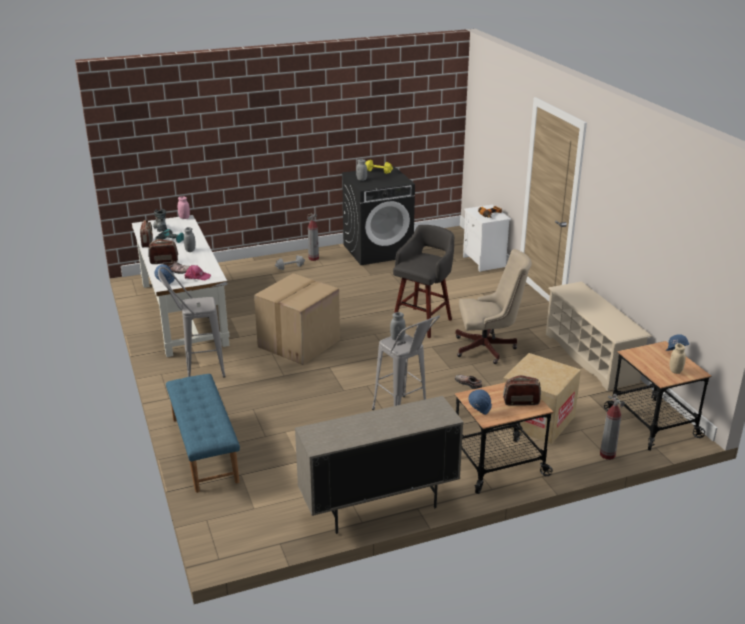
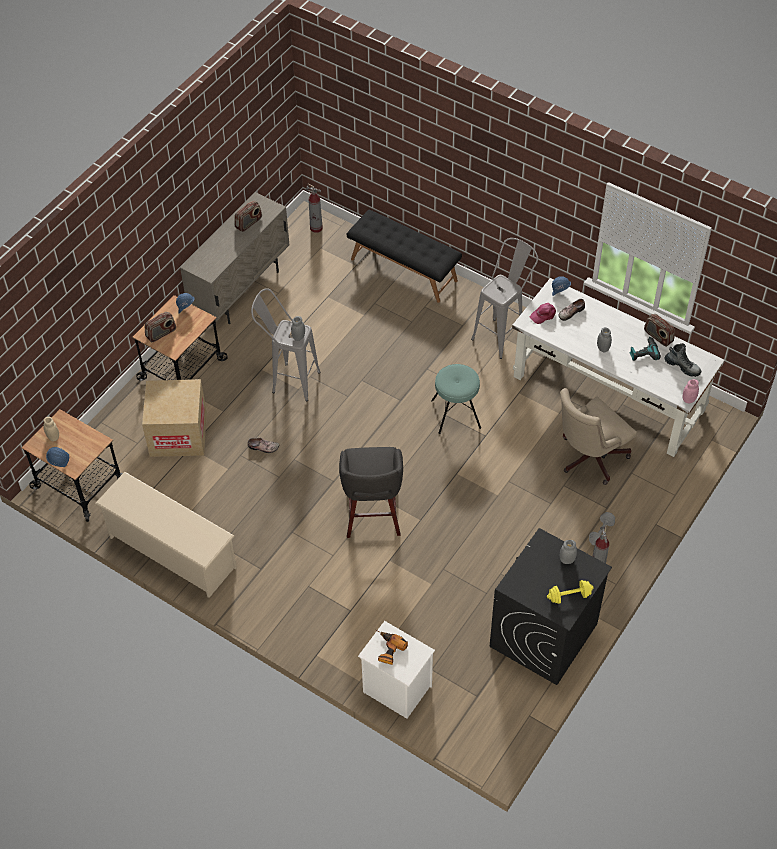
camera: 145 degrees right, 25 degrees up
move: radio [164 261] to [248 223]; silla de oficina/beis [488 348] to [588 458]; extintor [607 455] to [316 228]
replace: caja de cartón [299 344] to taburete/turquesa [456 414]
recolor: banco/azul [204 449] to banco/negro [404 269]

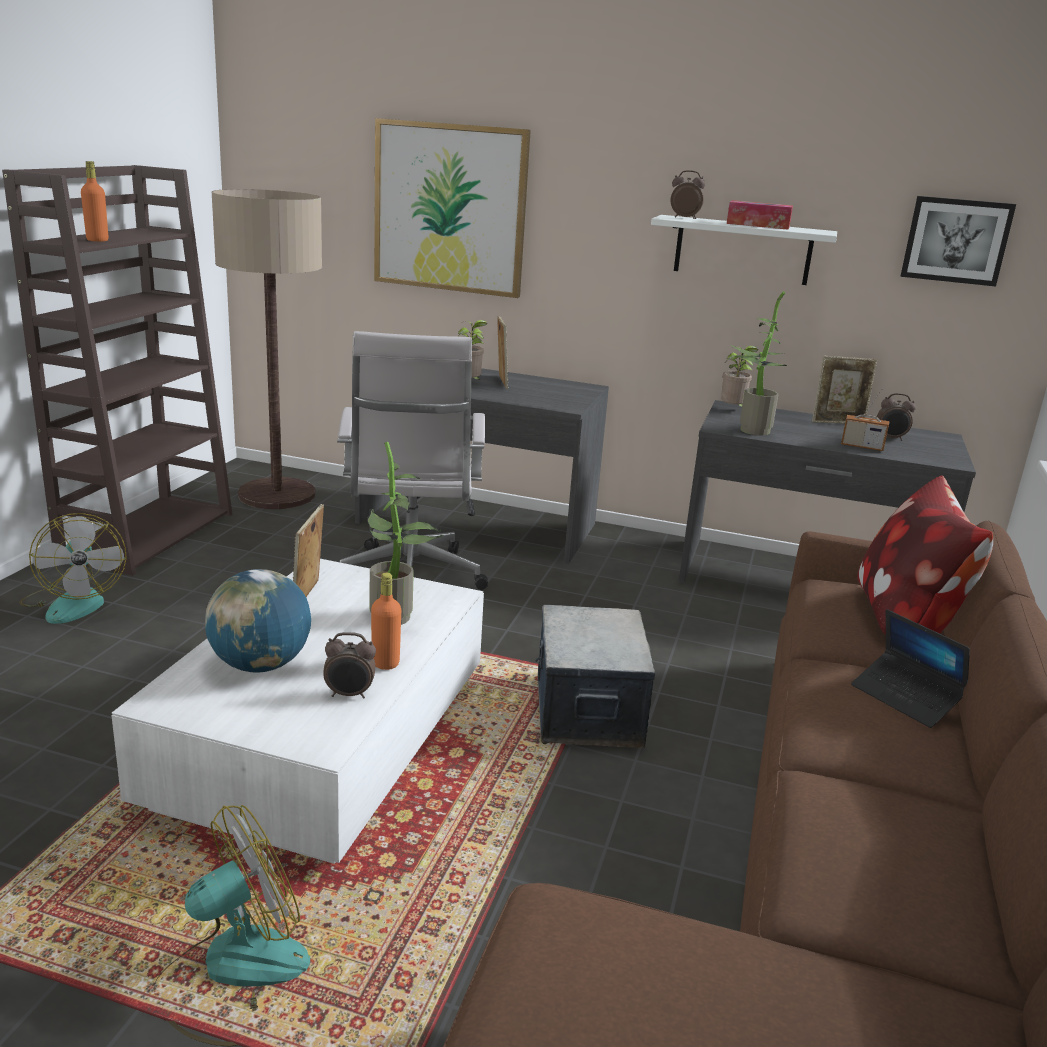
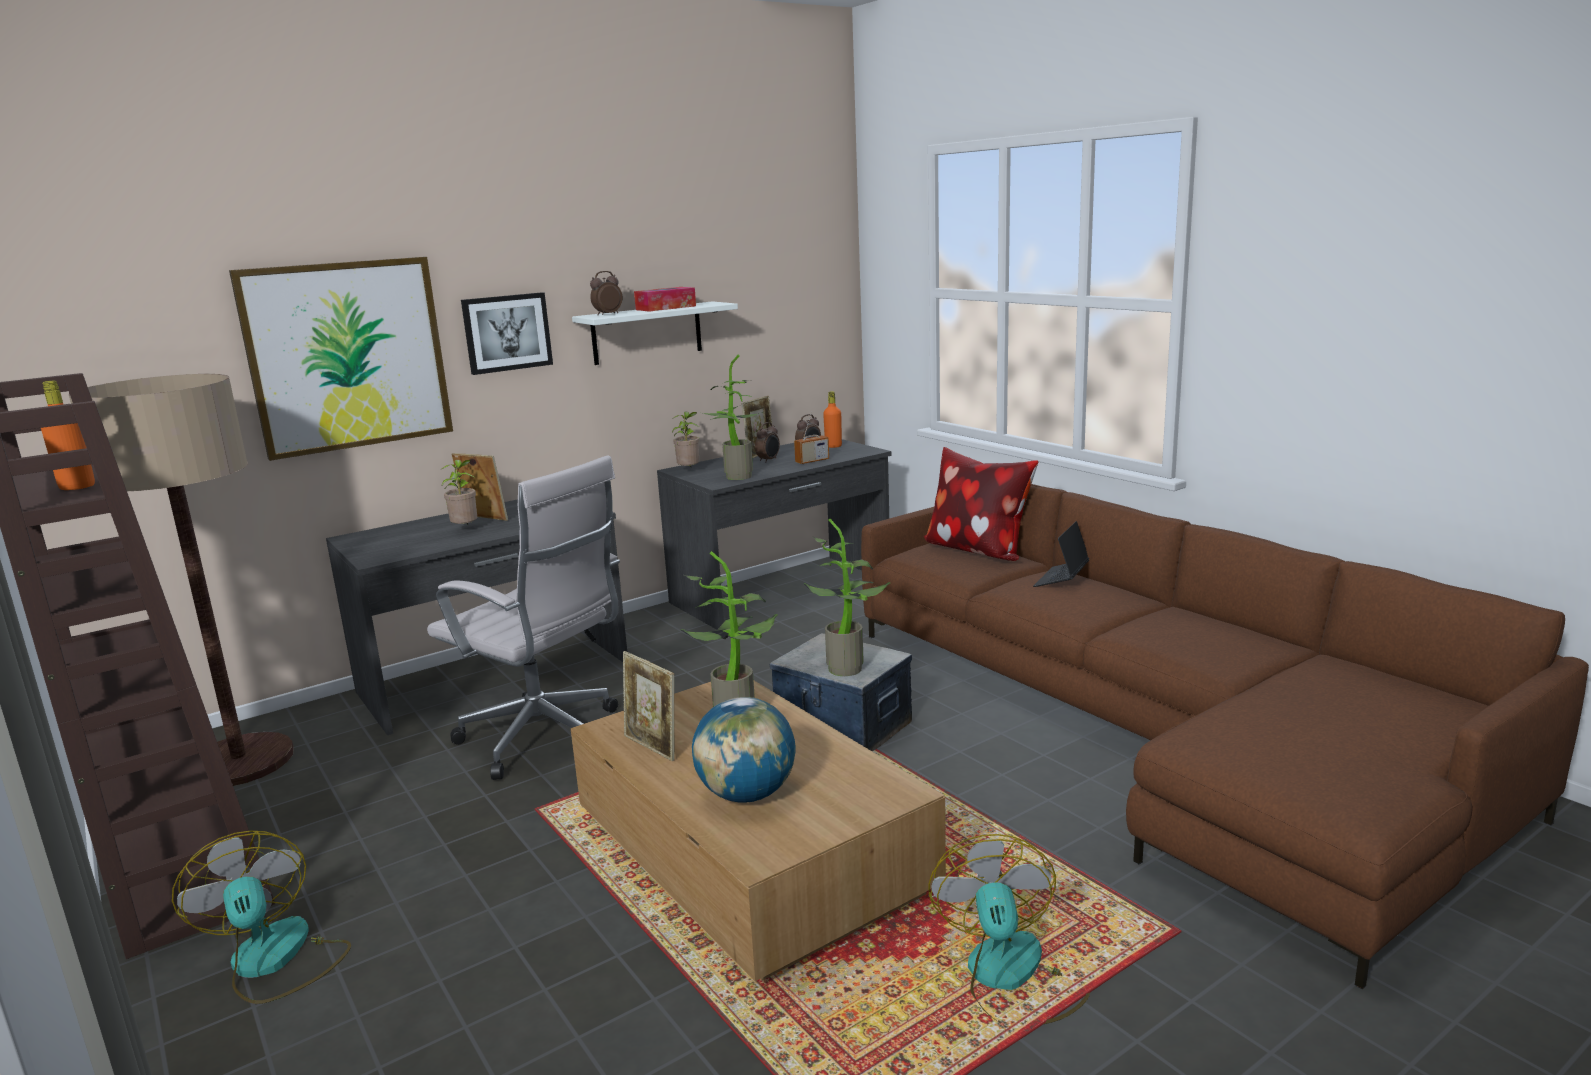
camera: 50 degrees left, 5 degrees down
insert: planta en maceta [849 667]
move: despertador [349 695] to [769 460]; botella/naranja [385 663] to [833 446]; cuadro [956 240] to [507 332]
recolor: mesa de centro/blanco [323 739] to mesa de centro/marrón [751 856]
rotate: ventilador [74 602] = [275 961] 135 degrees counterclockwise; portátil [906 697] = [1061 580] 120 degrees clockwise

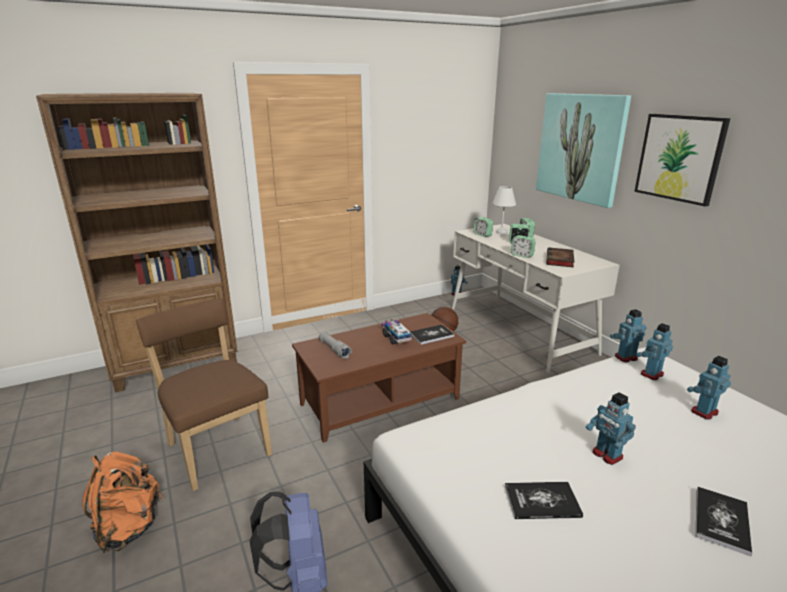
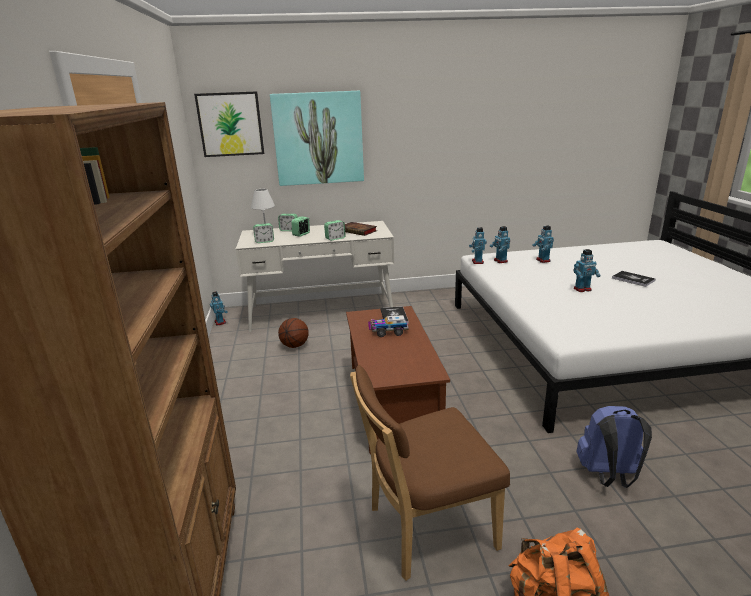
camera: 70 degrees left, 0 degrees up
delete: linterna/gris [334 349]; libro [542 501]
move: cuadro [679 158] to [230 124]

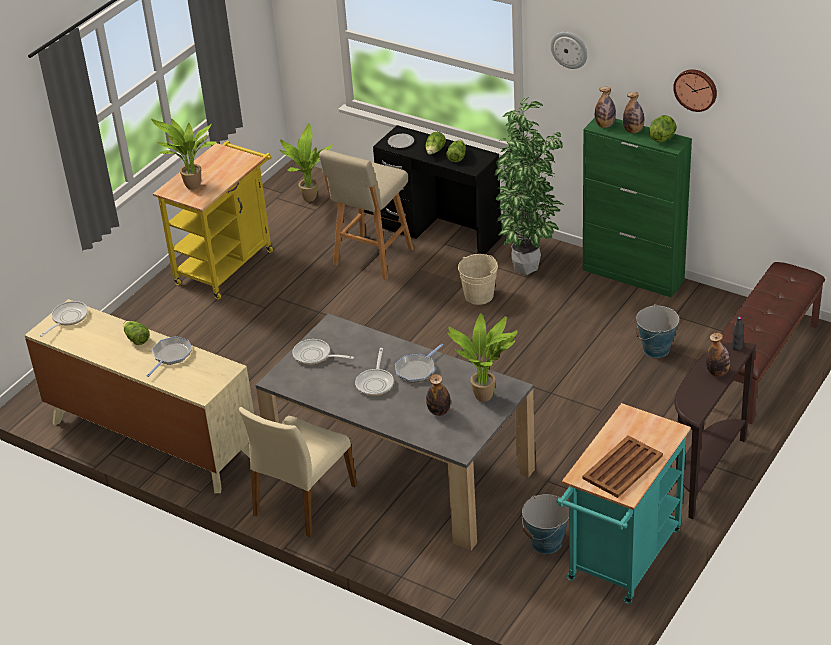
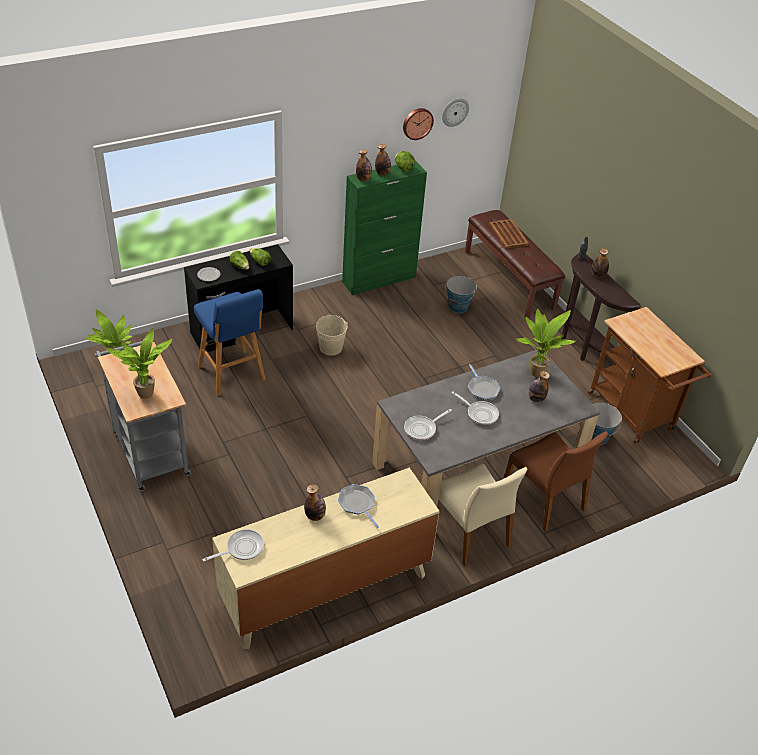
camera: 65 degrees left, 5 degrees up
delete: planta en maceta [528 269]
insert: silla/marrón [544 499]
move: reloj de pared [569 49] to [455 112]; bandeja/marrón [622 468] to [508 234]
replace: lechuga [136 339] to botella [315 516]
recolor: carrito/amarillo [228 263] to carrito/gris [149 449]; taburete/beis [372 258] to taburete/azul [232 374]; carrito/turquesa [621 561] to carrito/marrón [634 415]
rotate: sartén [68 318] = [241 548] 90 degrees clockwise

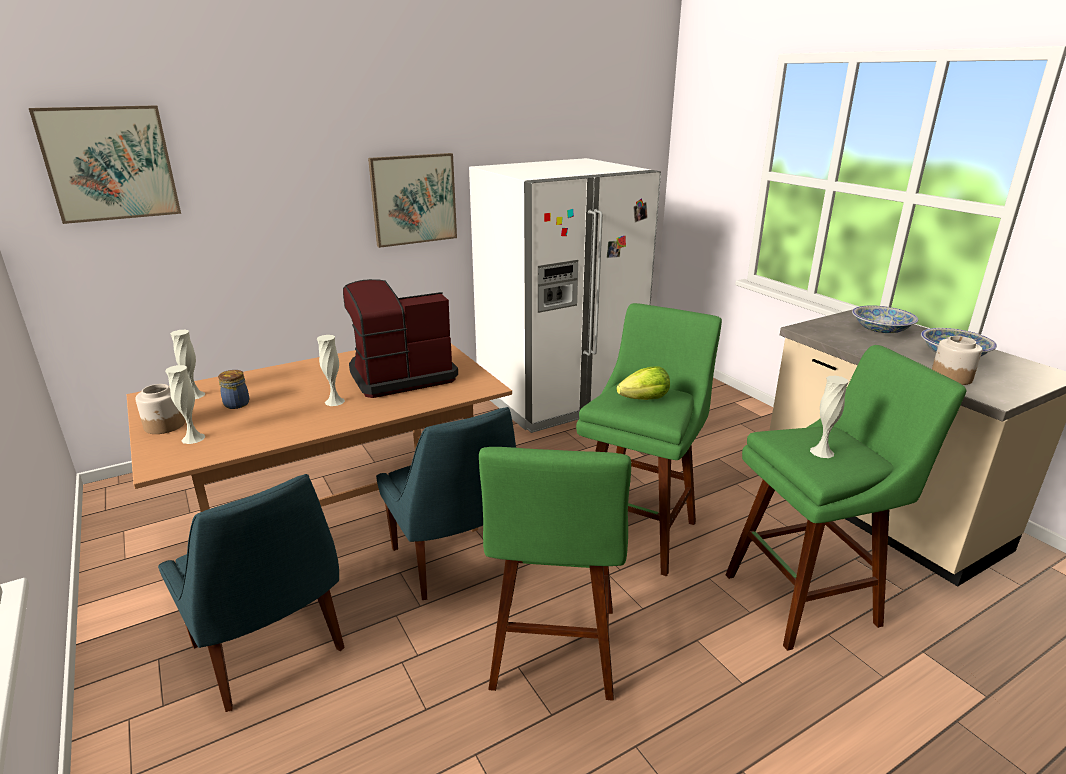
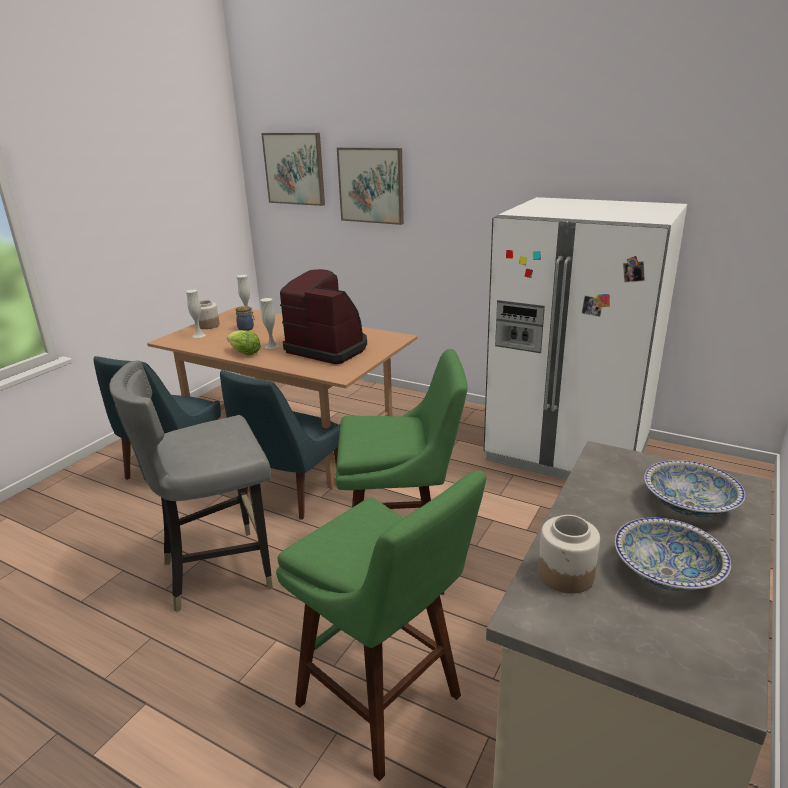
camera: 60 degrees right, 0 degrees up
delete: florero/blanco [822 452]
move: cuadro [413 199] to [371 185]; lechuga [644 399] to [245 353]
replace: taburete/verde [553 655] to silla/gris [220 570]

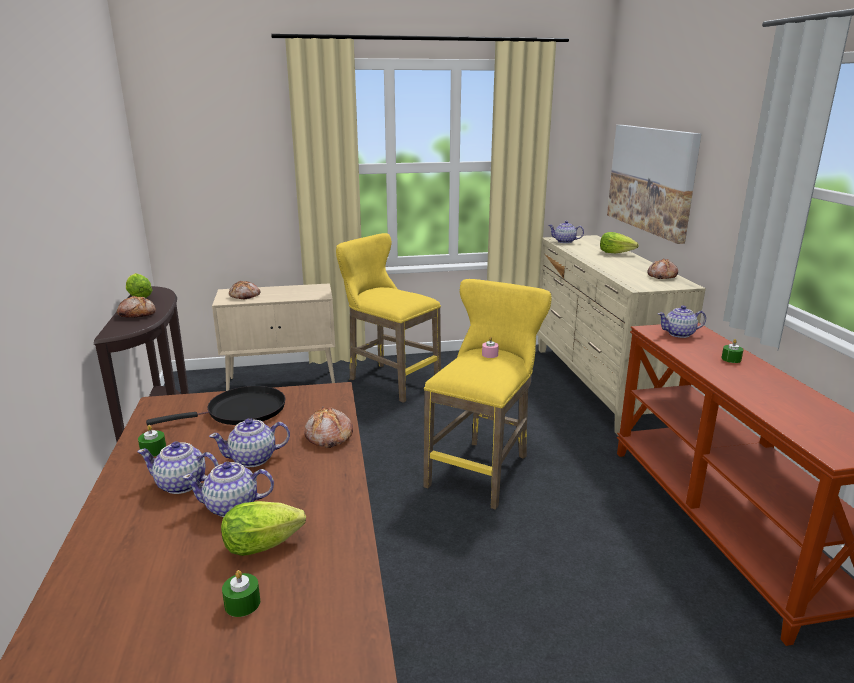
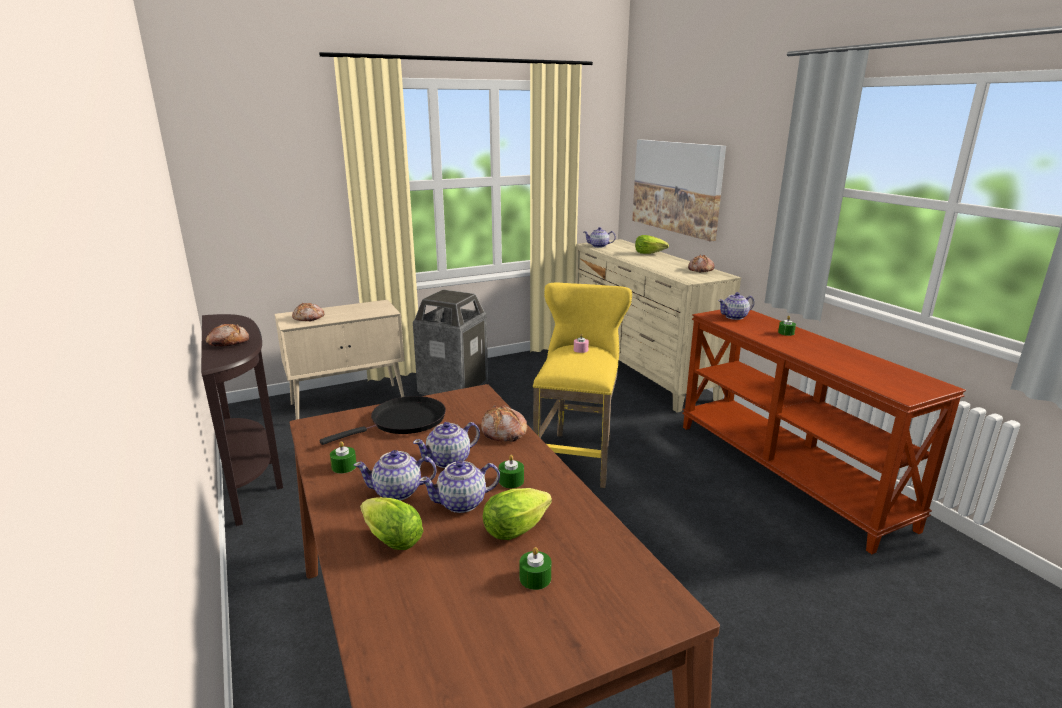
camera: 15 degrees left, 0 degrees up
insert: vela/verde [511 481]
move: lechuga [138 296] to [389 539]
replace: taburete/amarillo [389 380] to papelera [453 388]

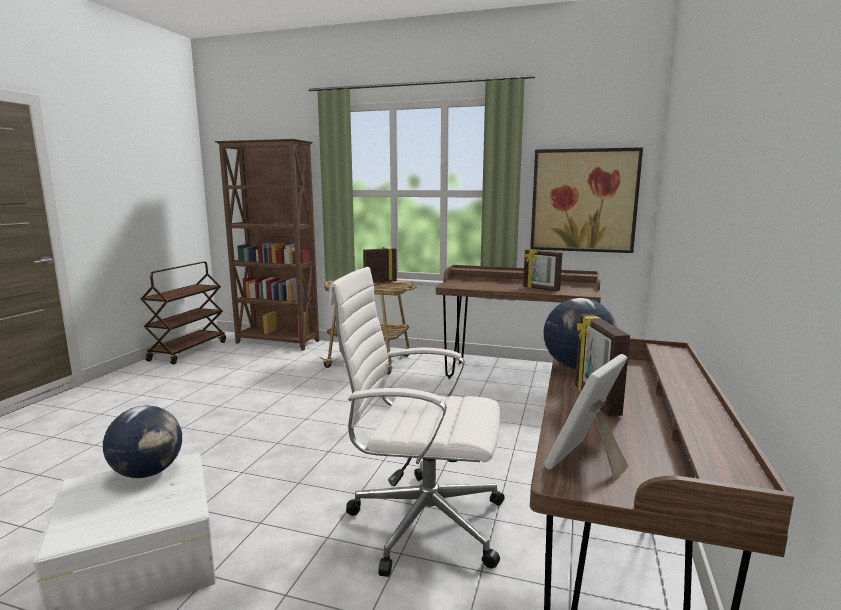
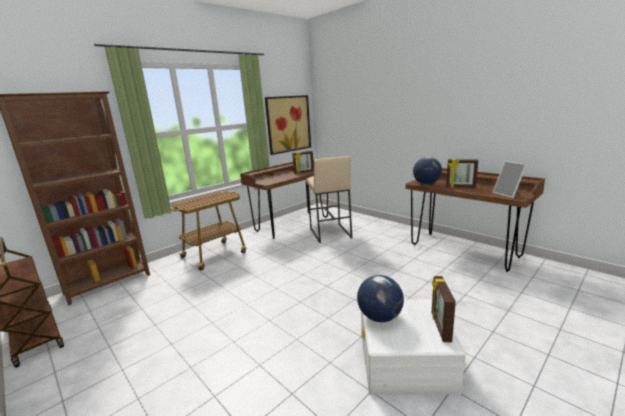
camera: 60 degrees left, 5 degrees up
delete: silla de oficina/blanco [422 521]
insert: taburete/beis [329 233]
move: portarretratos [380 282] to [440 327]

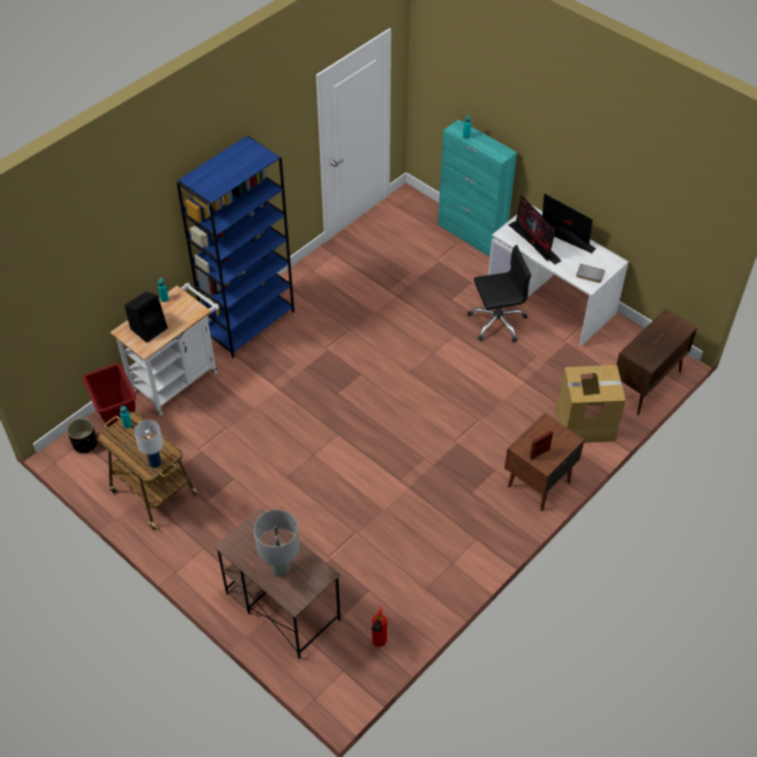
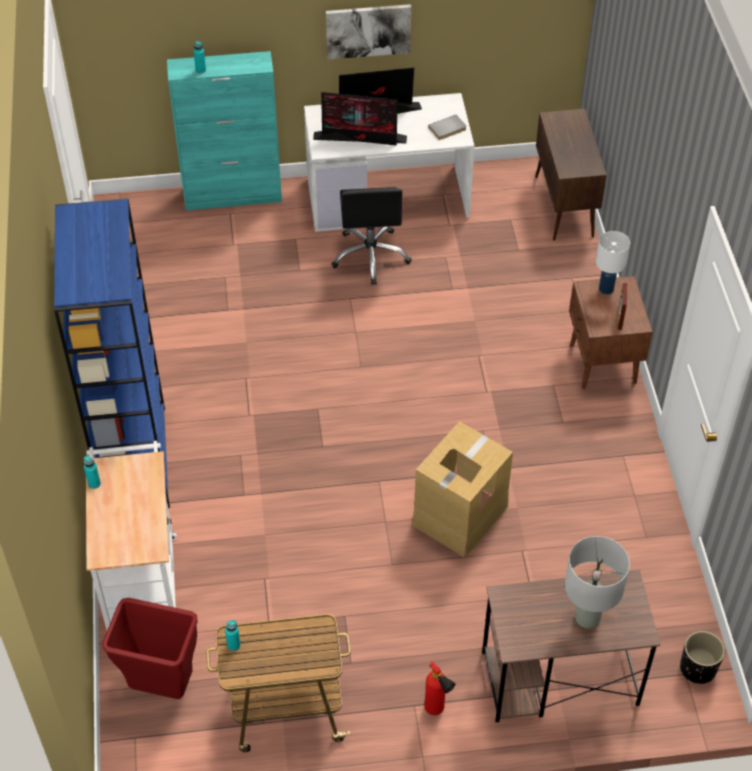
camera: 50 degrees left, 0 degrees up
delete: altavoz/negro [149 328]
insert: cuadro [368 30]
move: maceta/negro [85 444] to [697 668]; lámpara de mesa/blanco [155 462] to [606 288]; extintor [378 644] to [437 711]; caja de cartón [585 423] to [459 514]
rotate: silla de oficina/negro [497 322] = [371 256] 150 degrees clockwise

